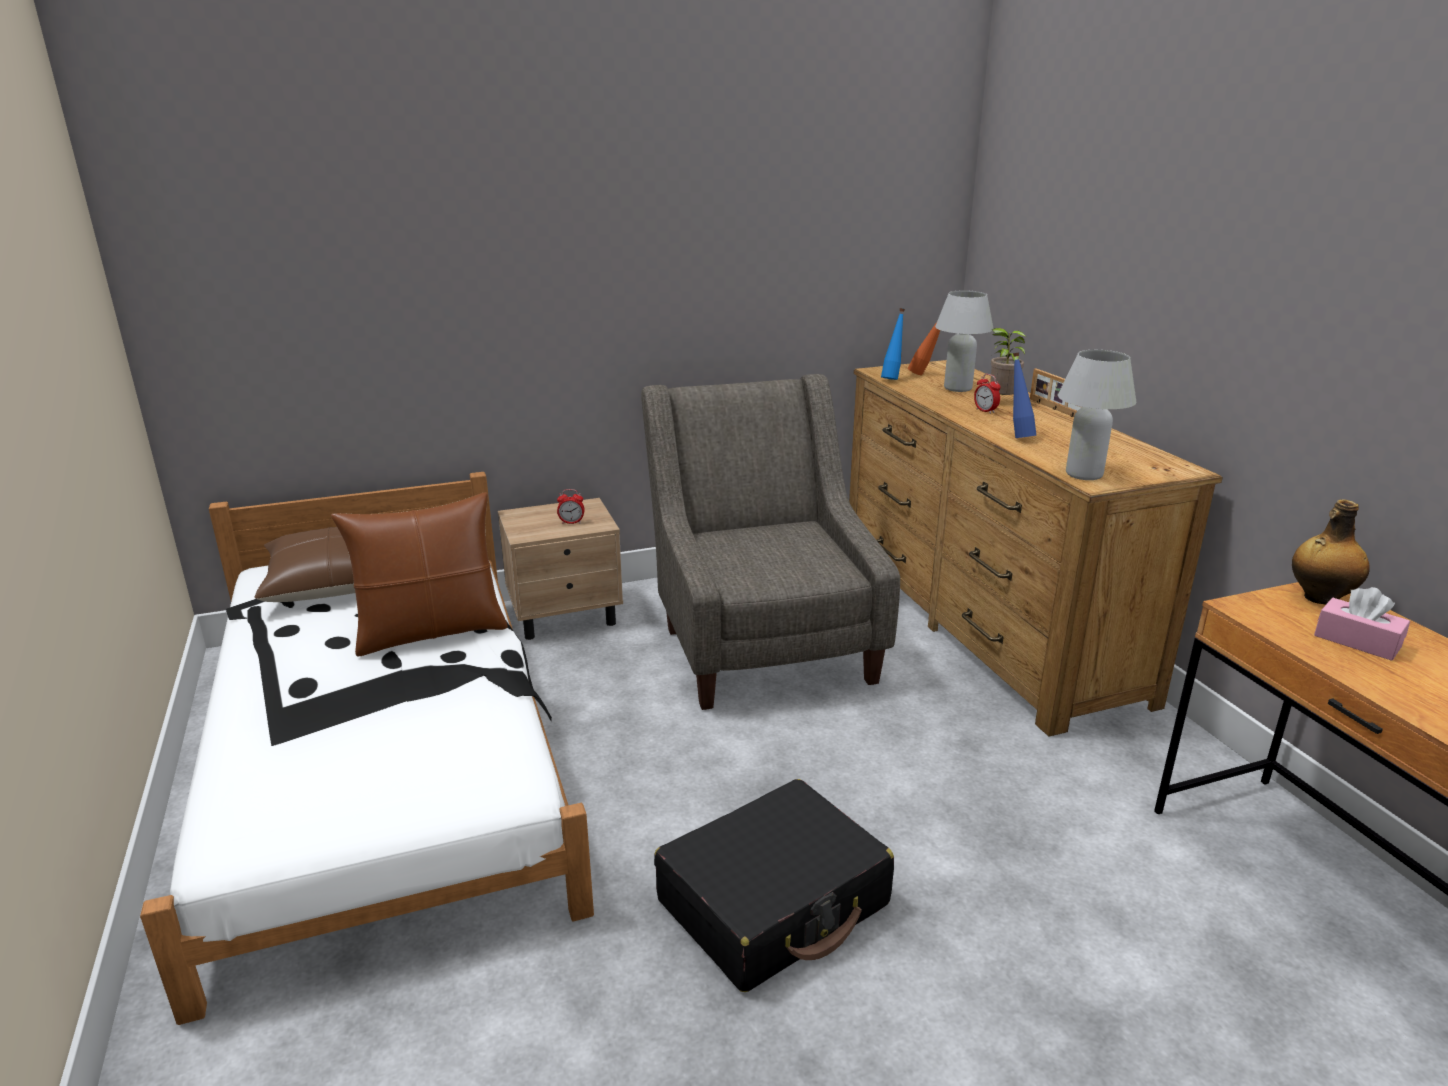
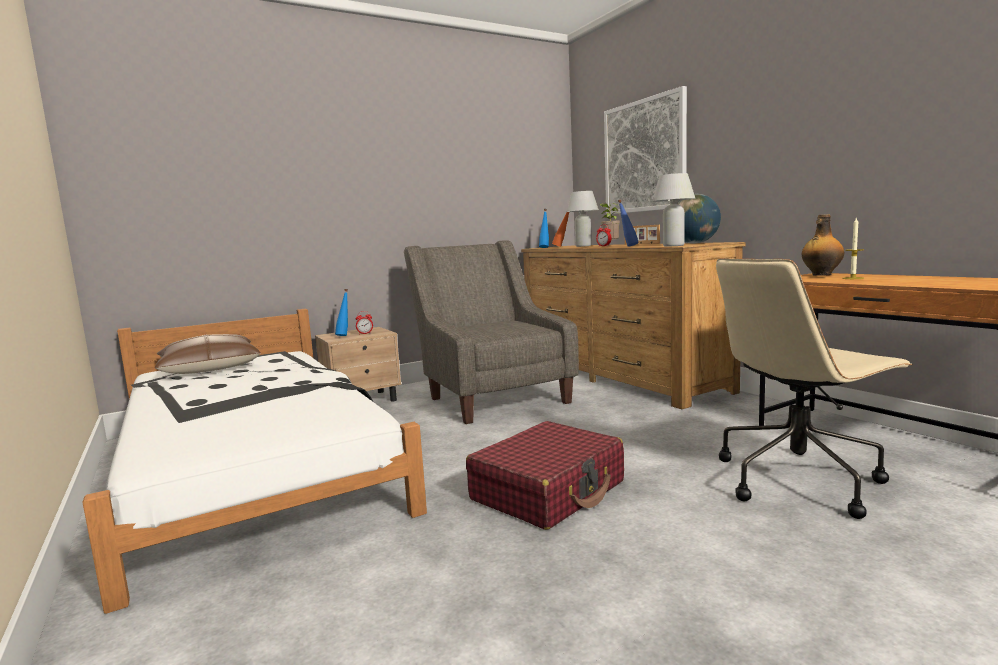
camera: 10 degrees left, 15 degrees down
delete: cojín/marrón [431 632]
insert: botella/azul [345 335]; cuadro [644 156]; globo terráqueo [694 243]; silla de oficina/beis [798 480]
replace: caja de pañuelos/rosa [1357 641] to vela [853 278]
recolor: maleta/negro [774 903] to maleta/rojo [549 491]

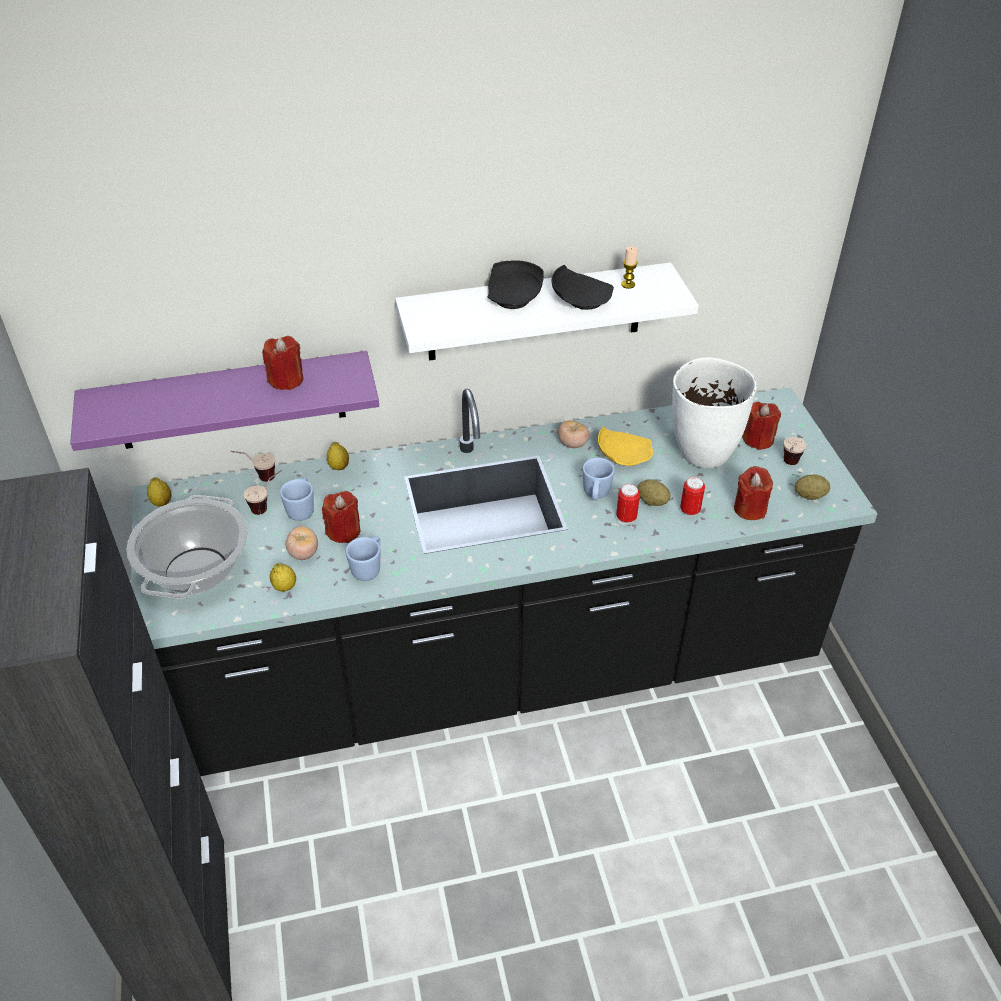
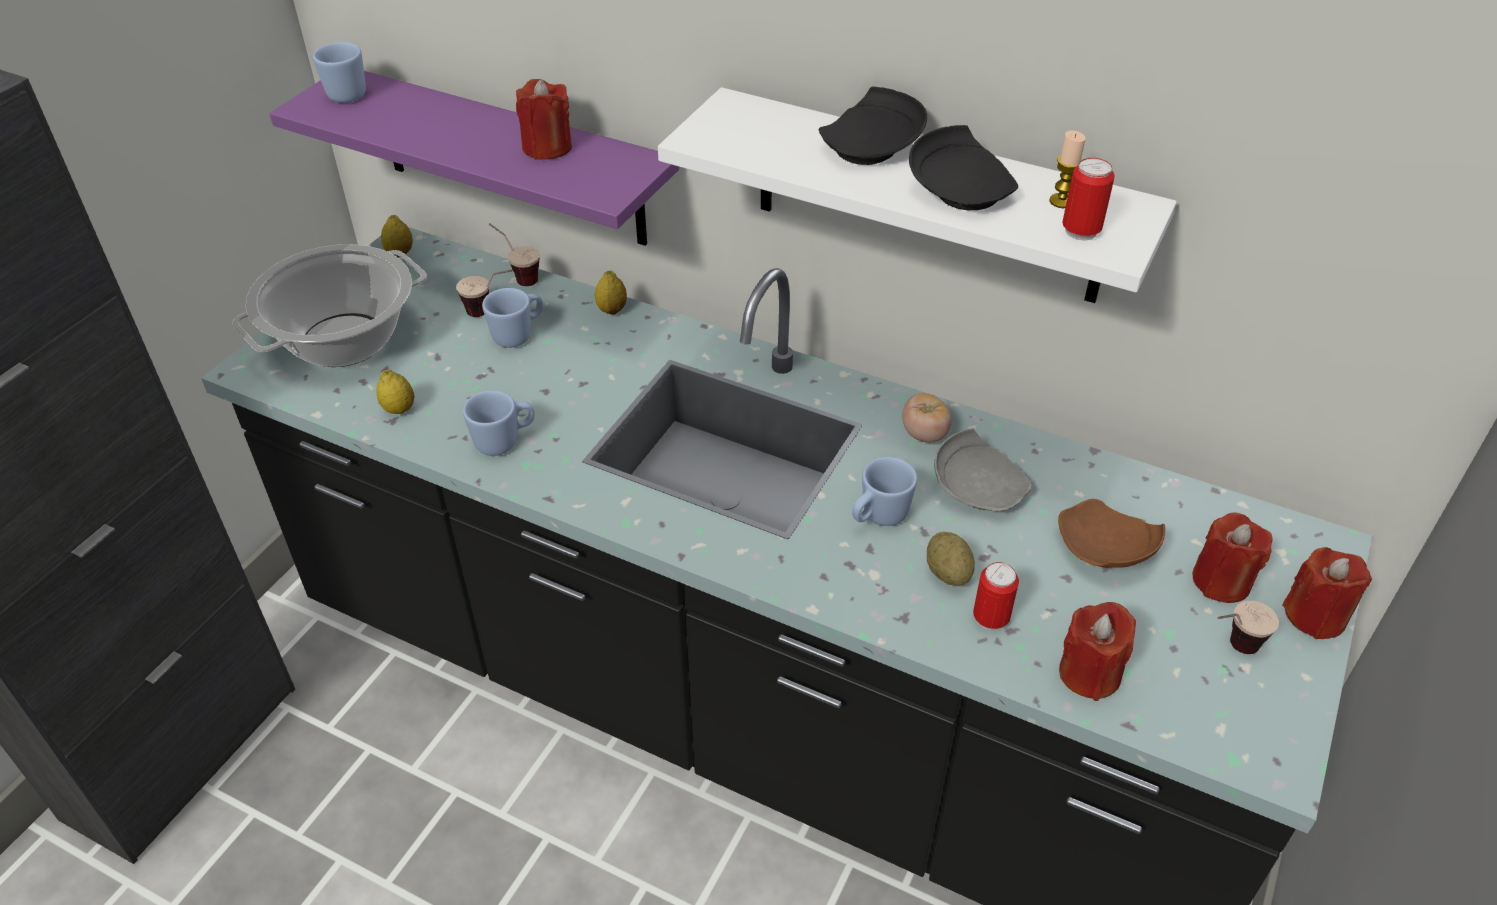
camera: 40 degrees right, 0 degrees up
delete: tomate [303 553]; patata [809 496]
insert: taza grande/azul [345 92]
move: vela/rojo [343 531] to [1315 616]; lata [626 518] to [1080 231]
replace: florero/blanco [702 453] to plato/marrón [1104 551]
recolor: plato/amarillo [623 455] to plato/gris [978 487]

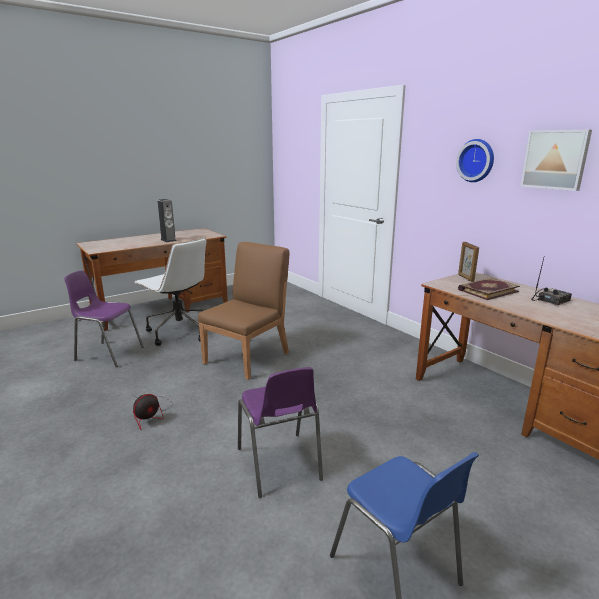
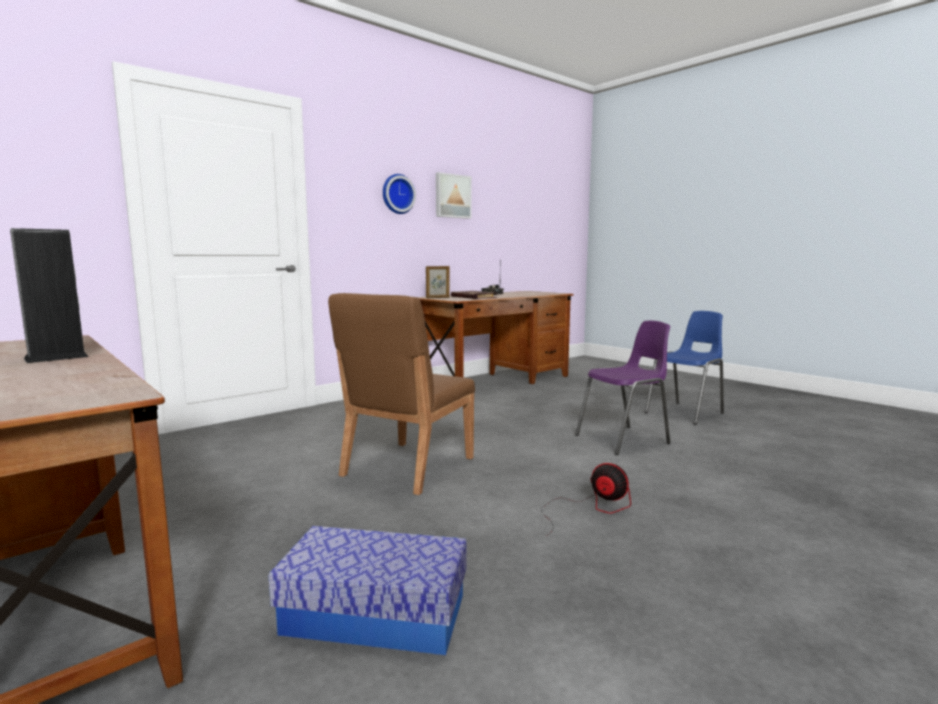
camera: 95 degrees left, 10 degrees down
delete: silla de oficina/blanco [179 332]
replace: silla/morado [108 354] to caja de almacenaje [374 615]
rotate: silla/marrón [248 357] = [407 467] 90 degrees counterclockwise

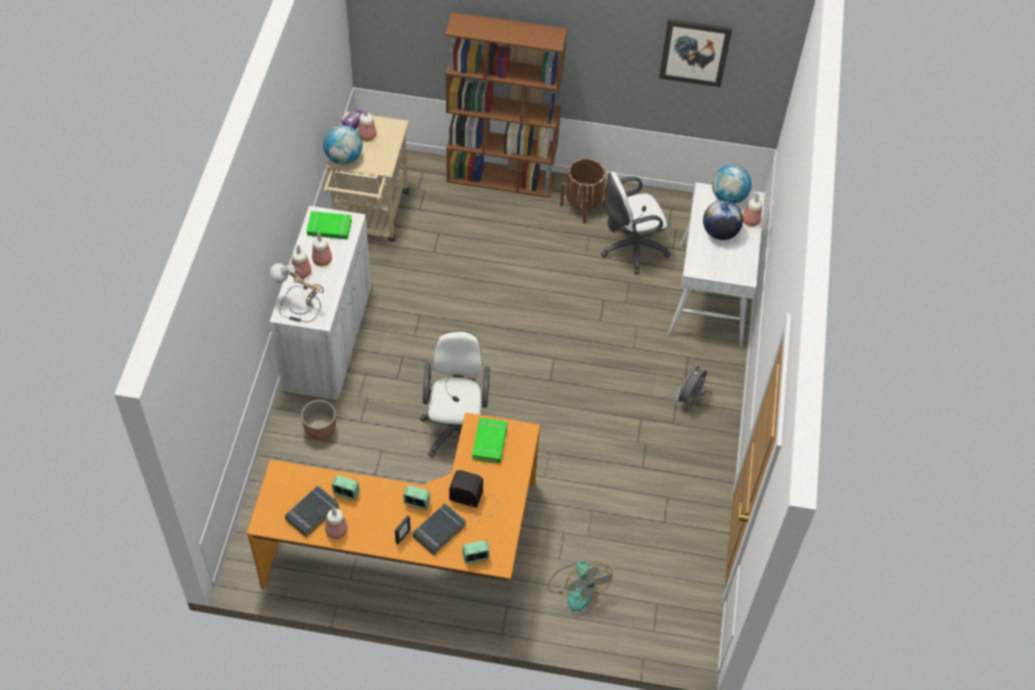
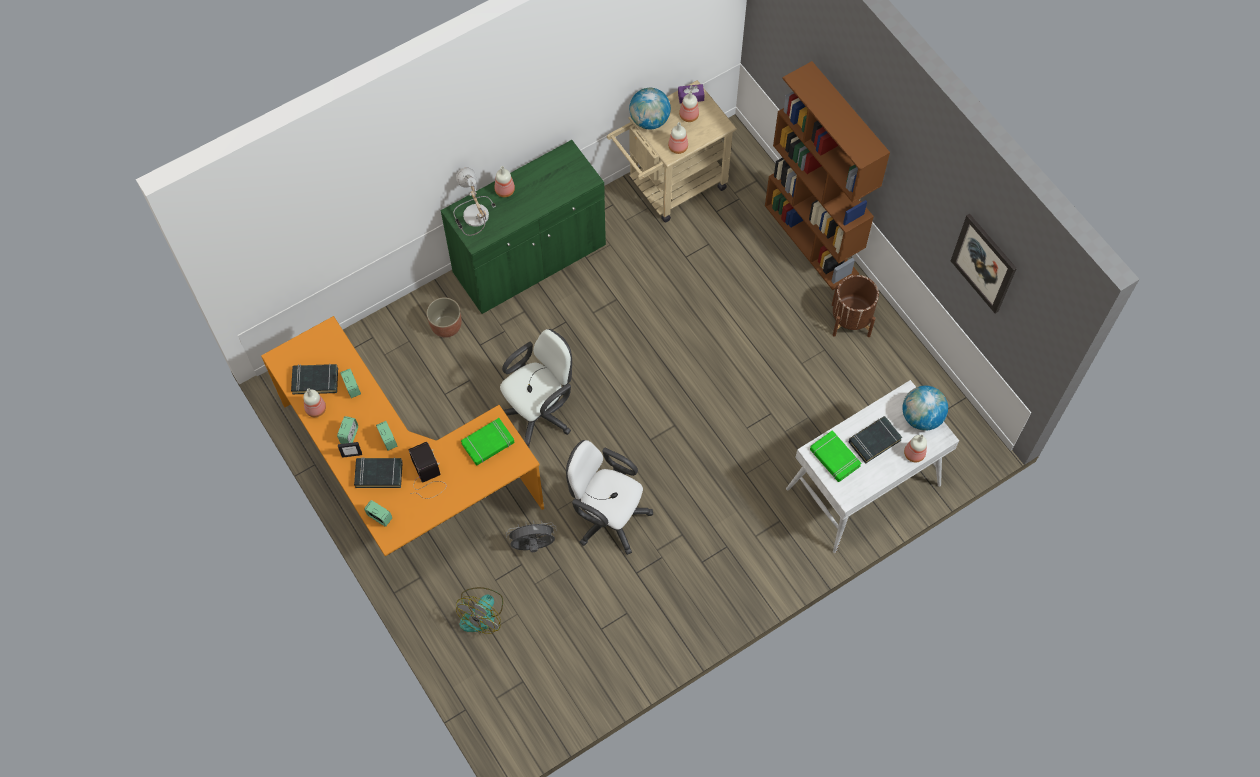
camera: 50 degrees right, 10 degrees up
insert: despertador [349 435]
move: libro/verde [329 228] to [834 458]; botella [322 259] to [678 147]; silla de oficina/blanco [630 248] to [607 516]; ventilador/gris [689 399] to [533 546]
replace: globo terráqueo [720 233] to libro/negro [874 441]
recolor: armario/blanco [328 339] to armario/verde [529 260]

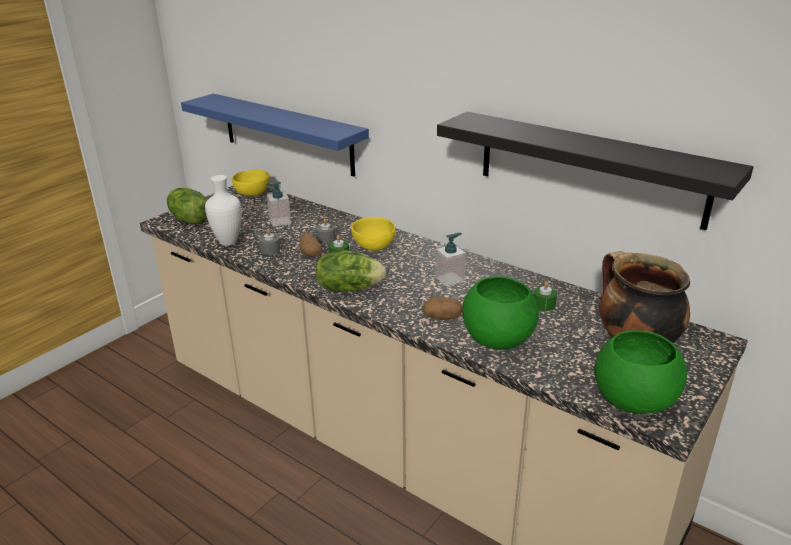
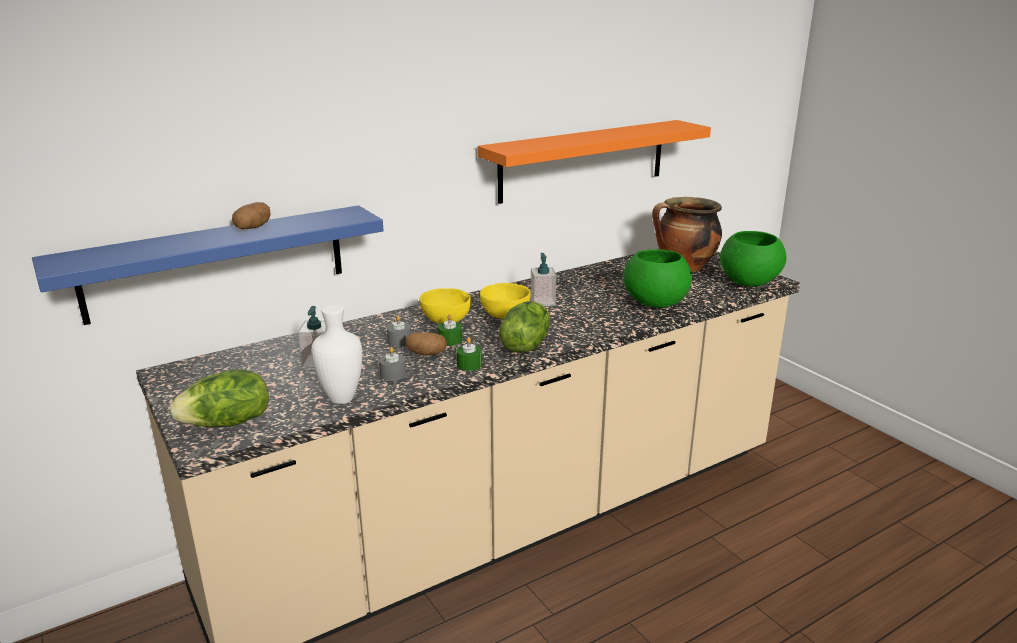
camera: 70 degrees left, 5 degrees down
move: cuenco/amarillo [253 194] to [505 315]; patata [442 317] to [253 227]; vela/verde [543 305] to [469 364]
recolor: estante/negro [589 168] to estante/naranja [583 160]

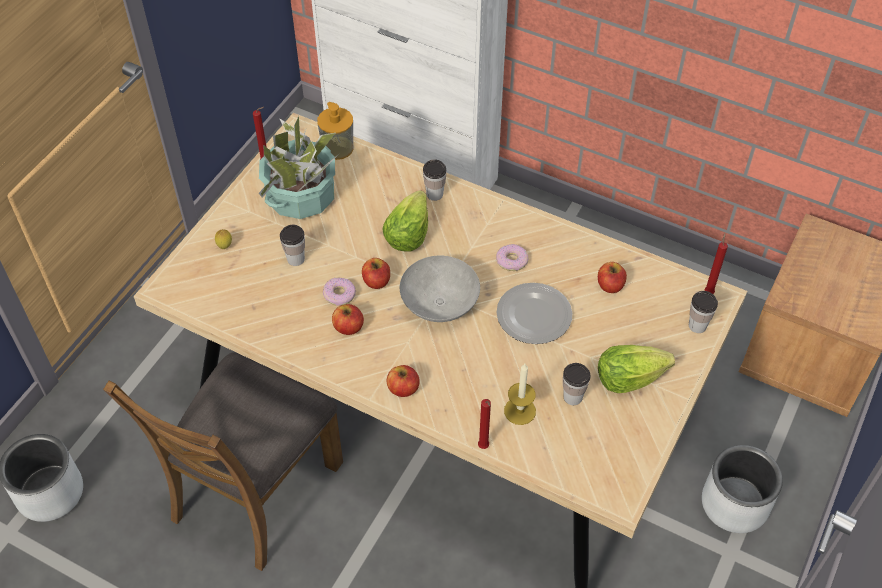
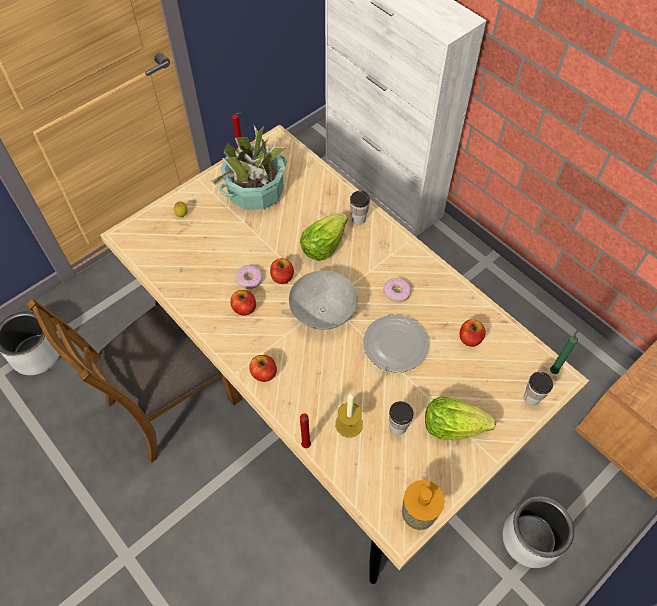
camera: 20 degrees right, 5 degrees up
delete: taza [295 259]
move: dispensador de jabón [338 148] to [419 512]
recolor: vela/rojo [708 291] to vela/verde [554 370]

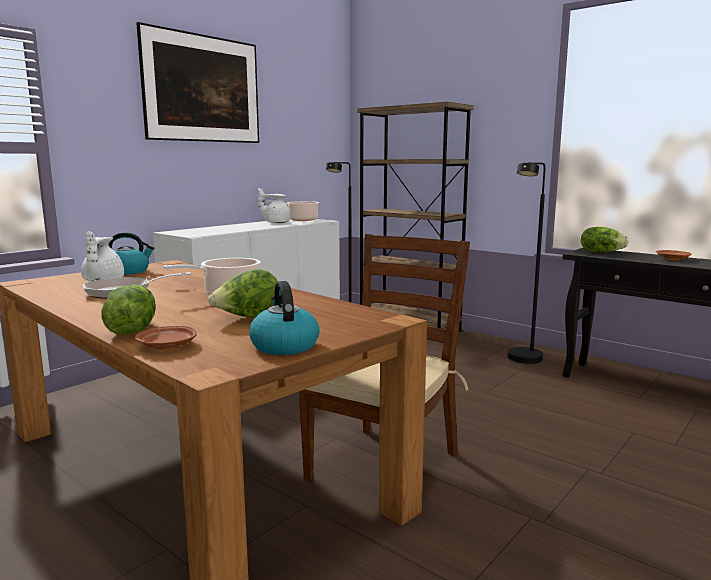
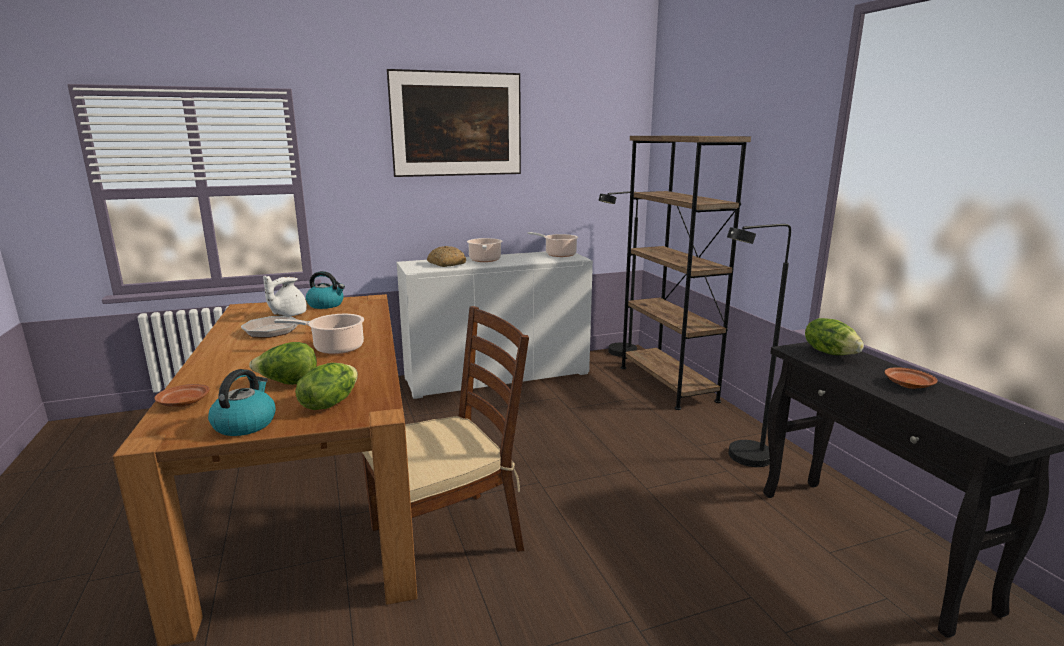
camera: 30 degrees right, 5 degrees up
delete: tetera/blanco [276 222]
insert: pan [446 263]; olla [485 260]
move: lechuga [131 330] to [329 403]

